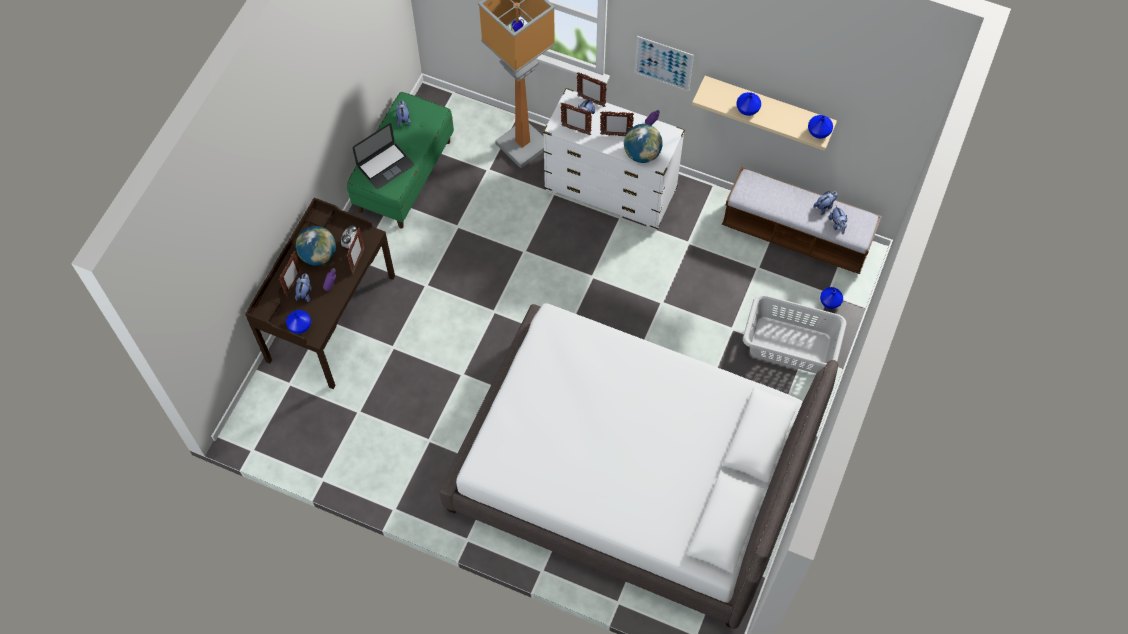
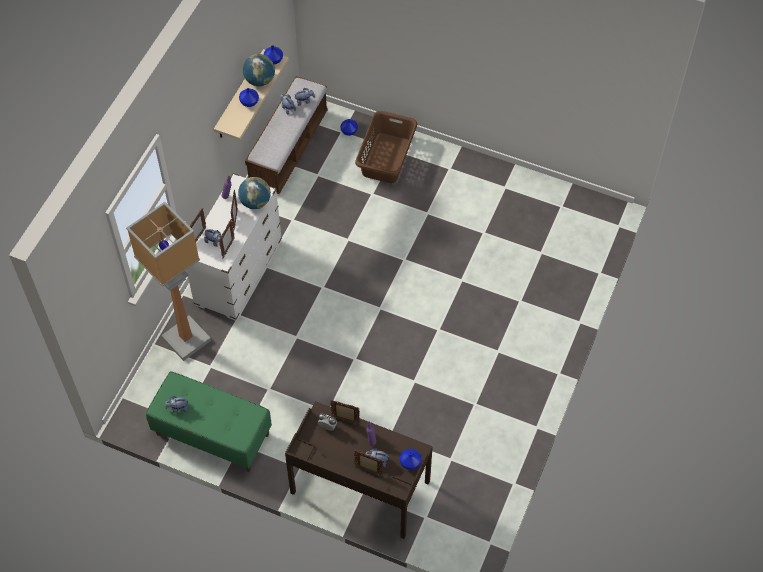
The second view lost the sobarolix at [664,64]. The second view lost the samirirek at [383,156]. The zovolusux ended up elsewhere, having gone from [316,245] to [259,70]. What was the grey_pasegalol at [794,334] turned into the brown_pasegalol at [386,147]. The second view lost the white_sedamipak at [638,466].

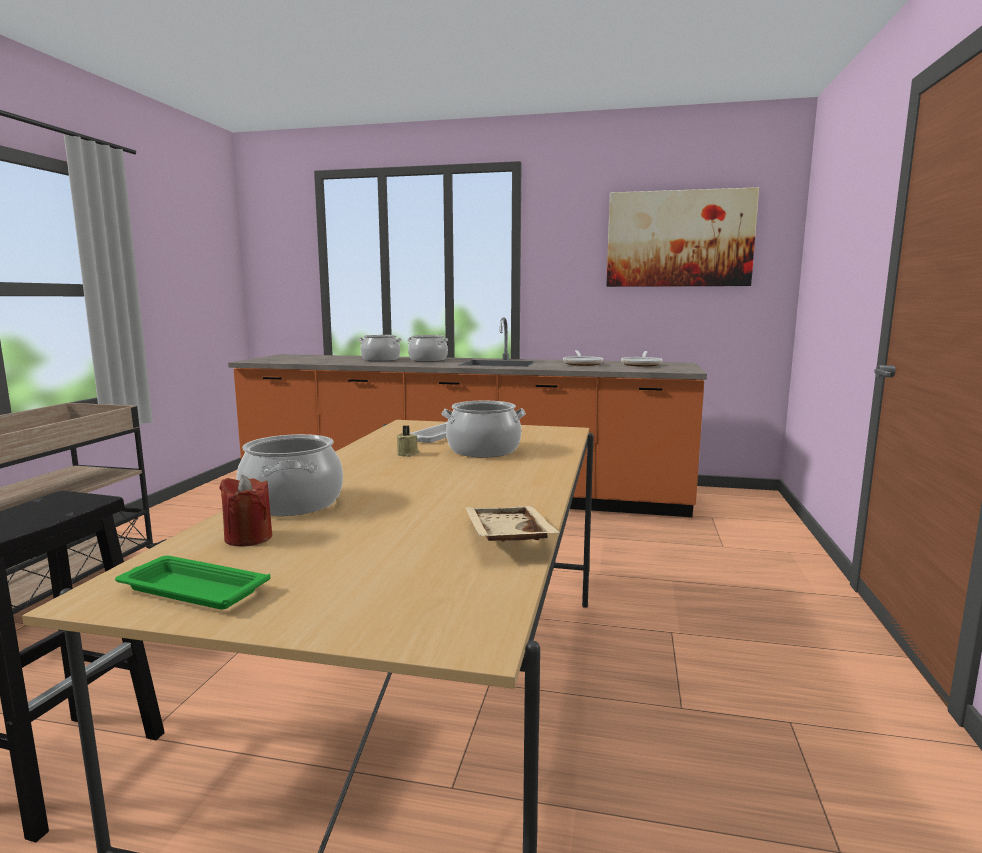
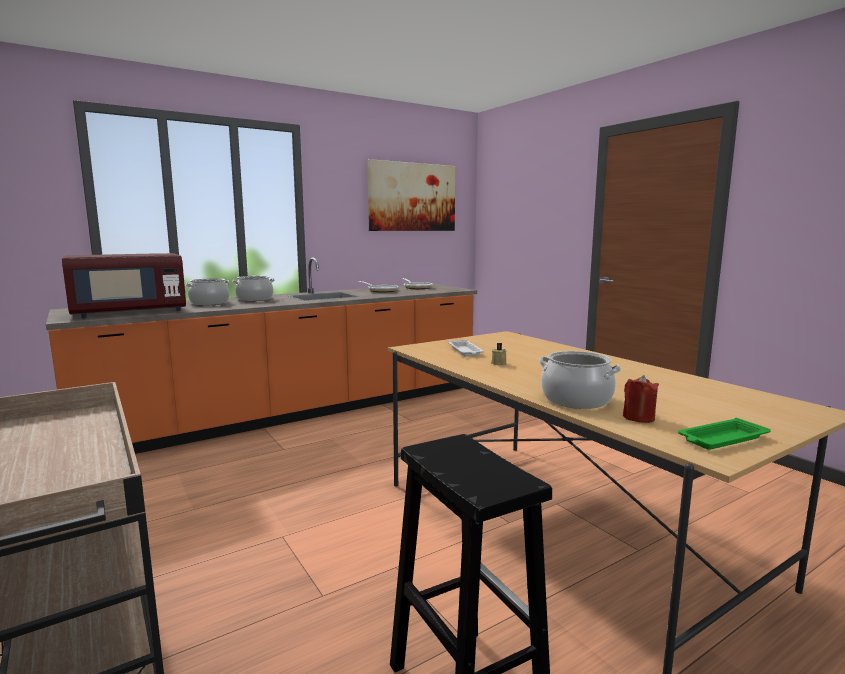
The second view lost the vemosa at [484,429]. The second view lost the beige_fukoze at [512,524]. The second view gained the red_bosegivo at [124,285].

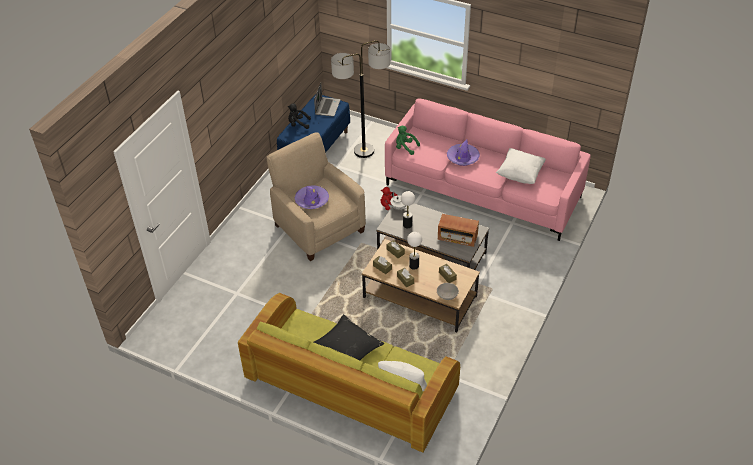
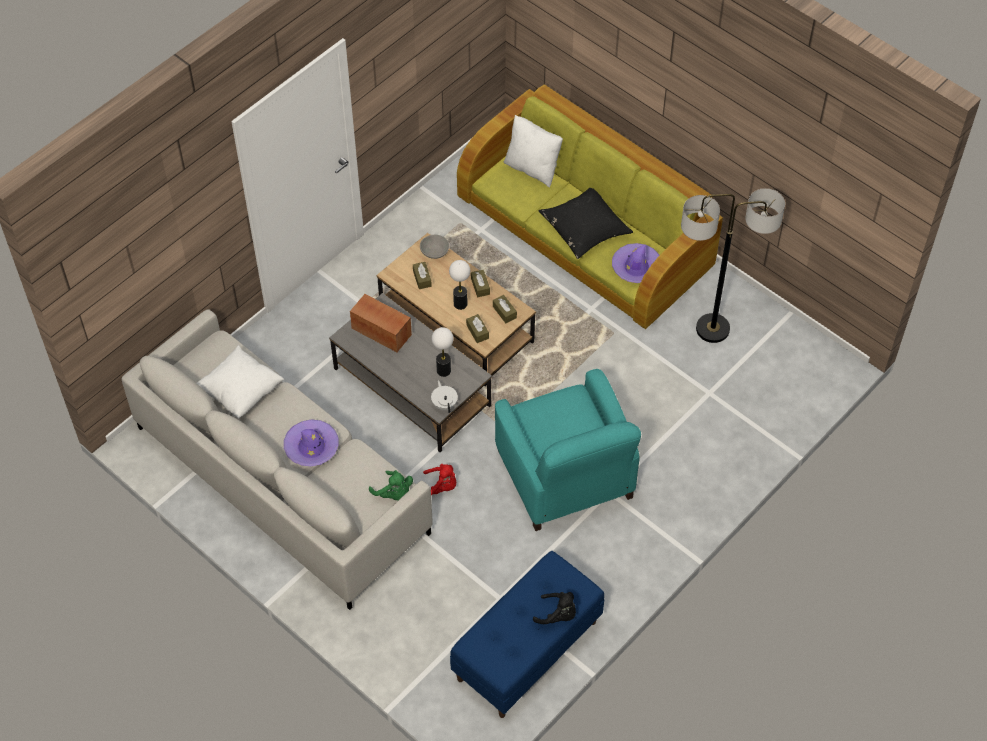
The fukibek ended up elsewhere, having gone from [360,99] to [733,265]. The second view lost the samirirek at [327,99]. What was the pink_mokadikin at [488,169] turned into the grey_mokadikin at [277,459]. What was the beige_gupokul at [316,196] turned into the turquoise_gupokul at [568,450]. The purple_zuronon ended up elsewhere, having gone from [312,197] to [635,263].

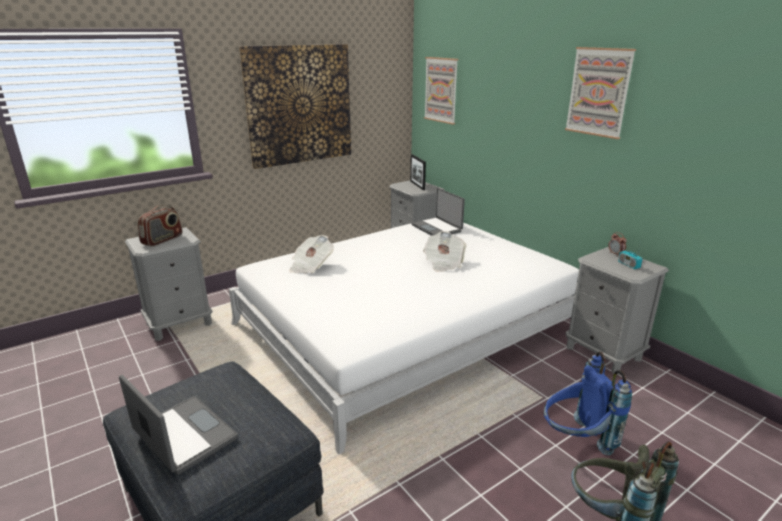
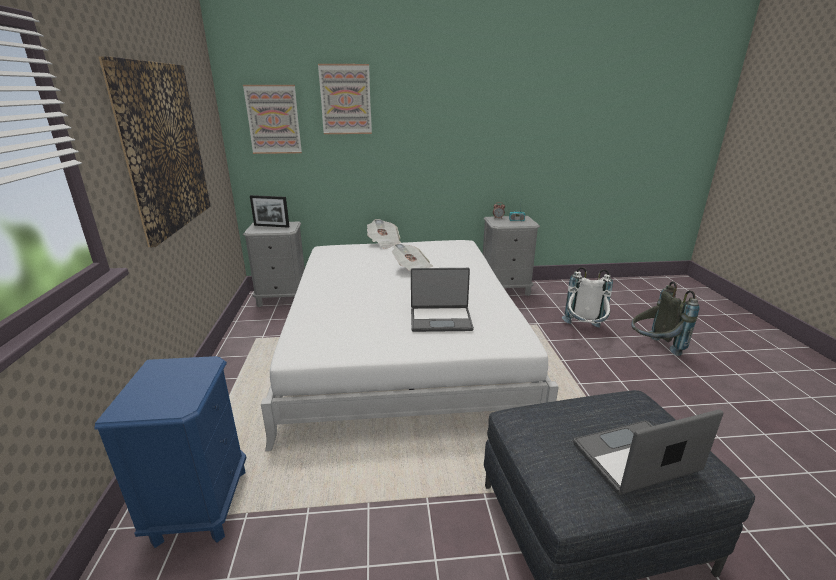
The sobarolix ended up elsewhere, having gone from [600,93] to [345,99]. The samirirek ended up elsewhere, having gone from [438,212] to [442,300]. The second view lost the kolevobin at [160,226]. What was the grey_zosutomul at [168,284] turned into the blue_zosutomul at [170,452]. The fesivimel ended up elsewhere, having gone from [311,254] to [384,234]. What was the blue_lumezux at [588,403] turned into the white_lumezux at [587,297].

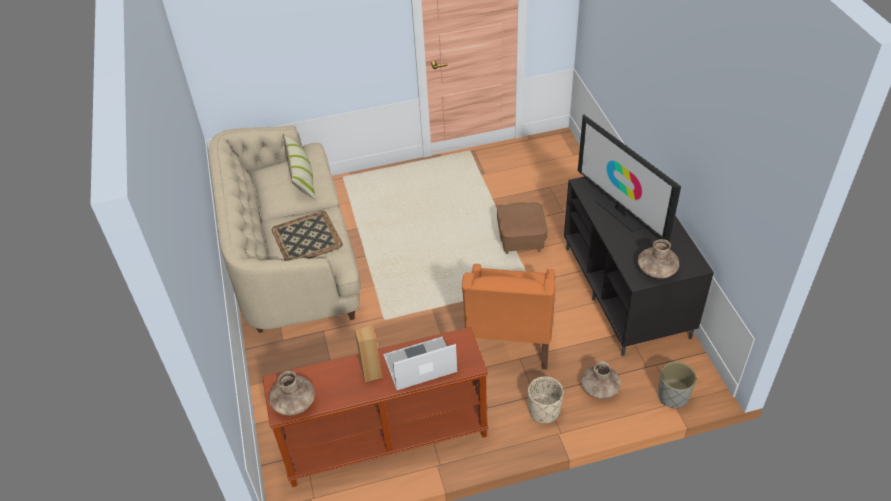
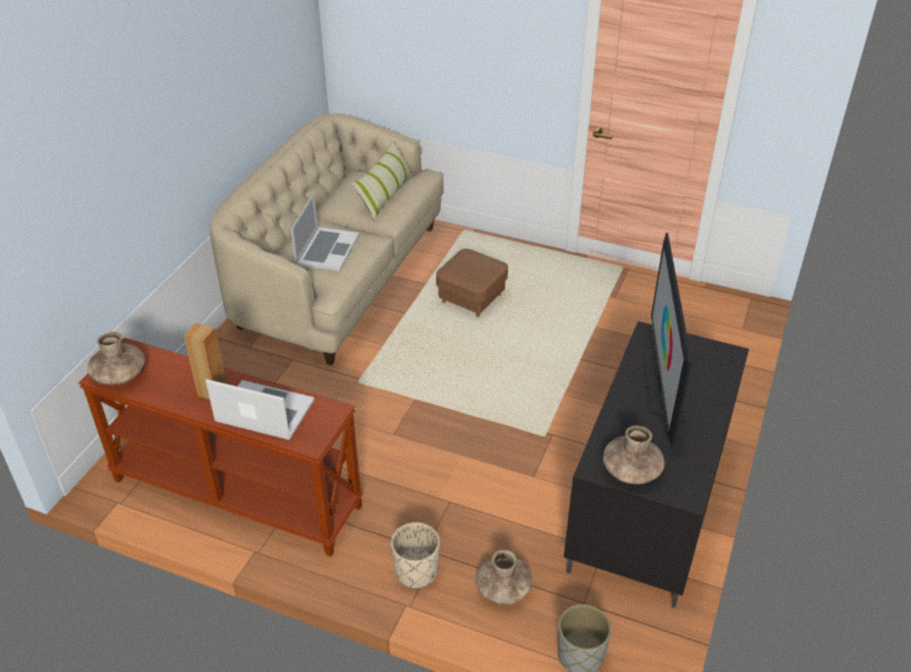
The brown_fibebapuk ended up elsewhere, having gone from [522,228] to [472,283]. Where the fukoze stood at [307,236], the samirirek came to stand at [325,232]. The second view lost the orange_gupokul at [508,316].

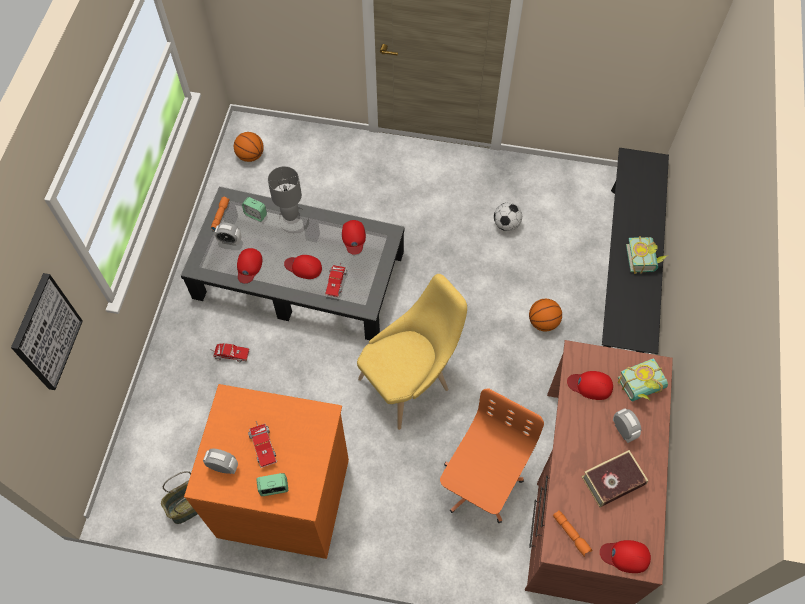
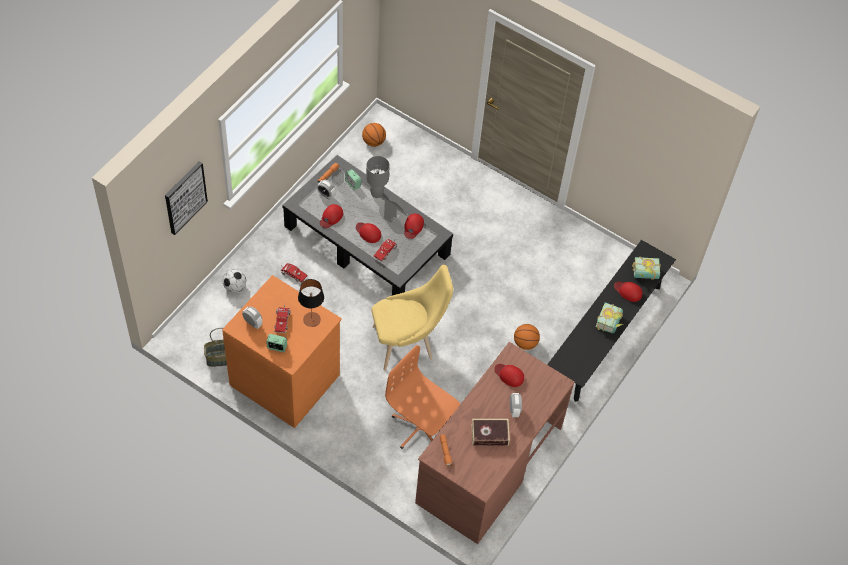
The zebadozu ended up elsewhere, having gone from [508,217] to [234,281]. The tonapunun ended up elsewhere, having gone from [643,380] to [646,268]. The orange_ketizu at [492,456] ended up facing another way, 105 degrees counterclockwise from before. The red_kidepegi ended up elsewhere, having gone from [625,556] to [628,292]. The second view gained the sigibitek at [311,303].

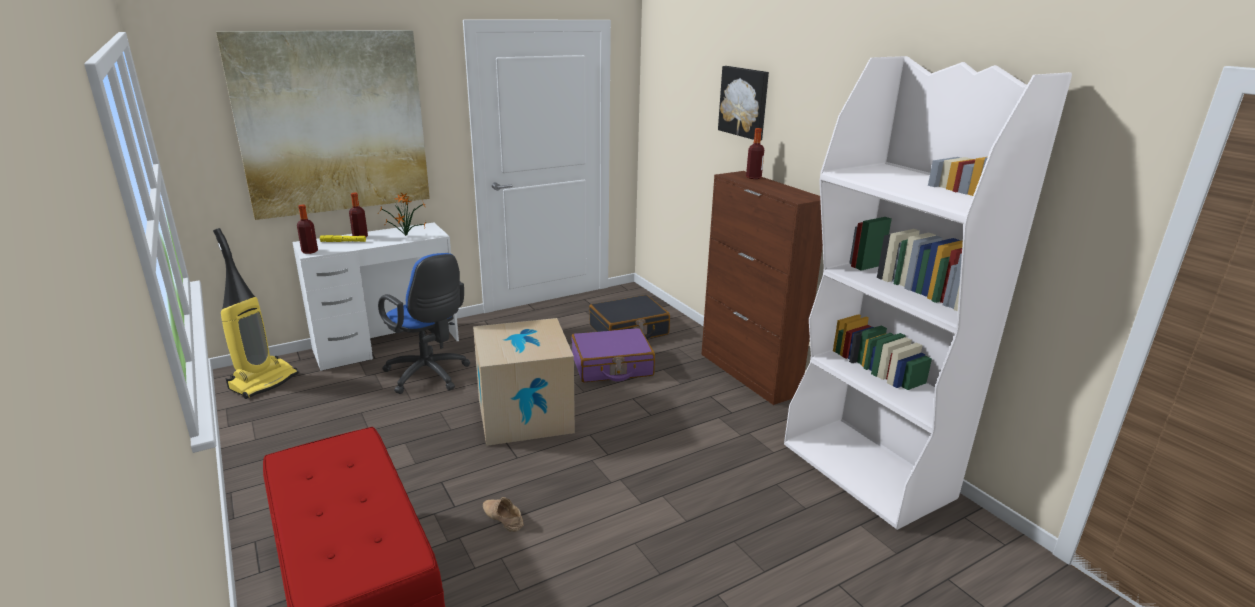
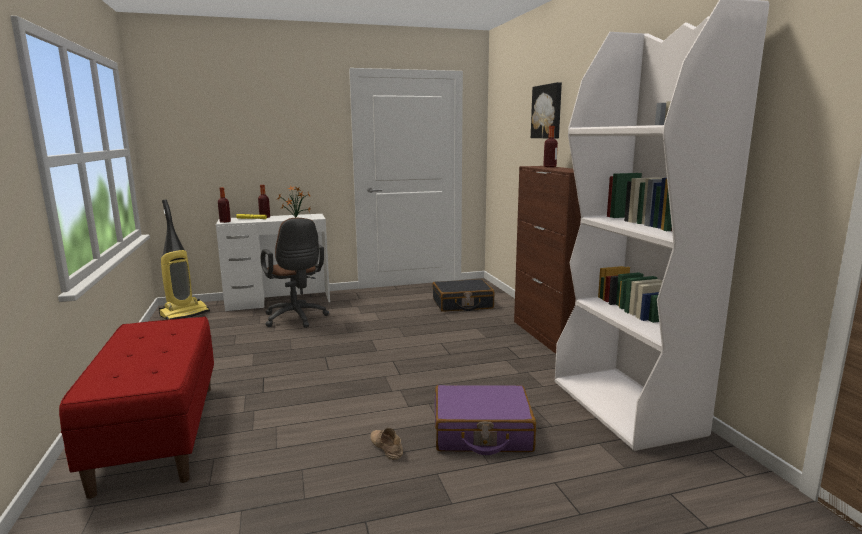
The second view lost the sobarolix at [323,125]. What was the blue_ketizu at [424,323] turned into the brown_ketizu at [295,273]. The second view lost the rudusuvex at [524,382]. The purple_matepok ended up elsewhere, having gone from [613,355] to [485,420]. The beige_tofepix ended up elsewhere, having gone from [503,514] to [386,444].

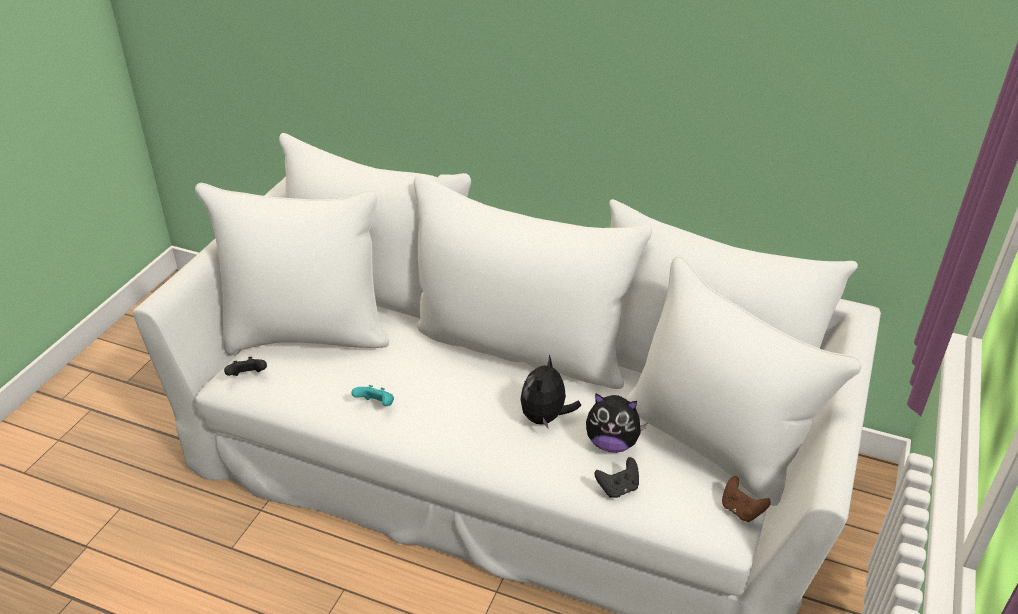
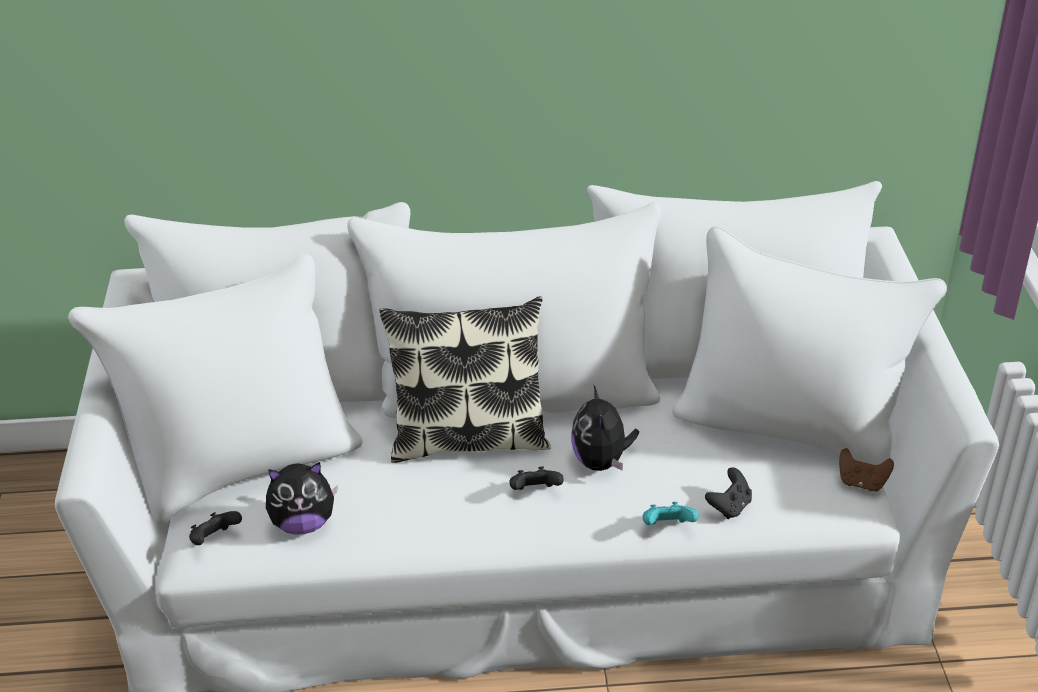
The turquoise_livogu ended up elsewhere, having gone from [372,395] to [670,513]. The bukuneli ended up elsewhere, having gone from [616,423] to [302,498]. The second view gained the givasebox at [465,380]. The second view gained the black_livogu at [537,478].

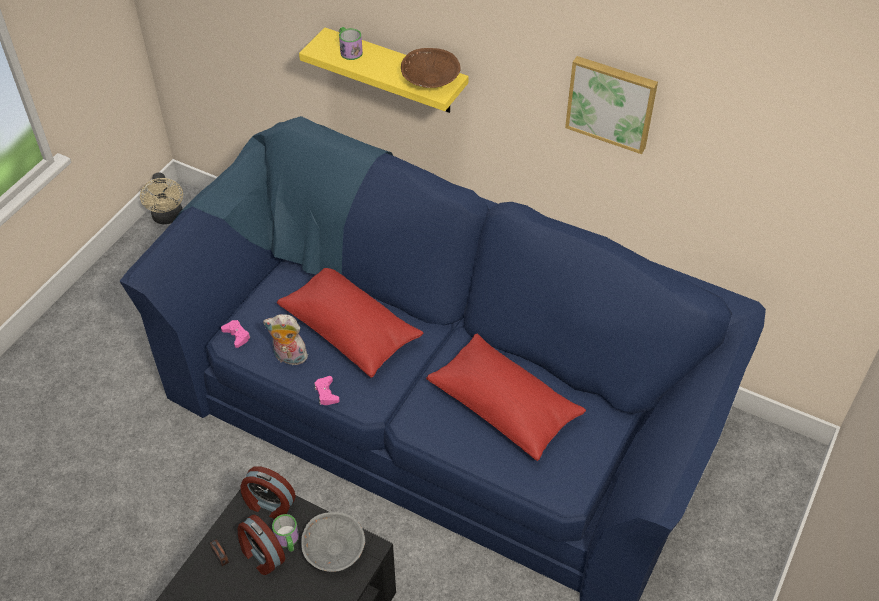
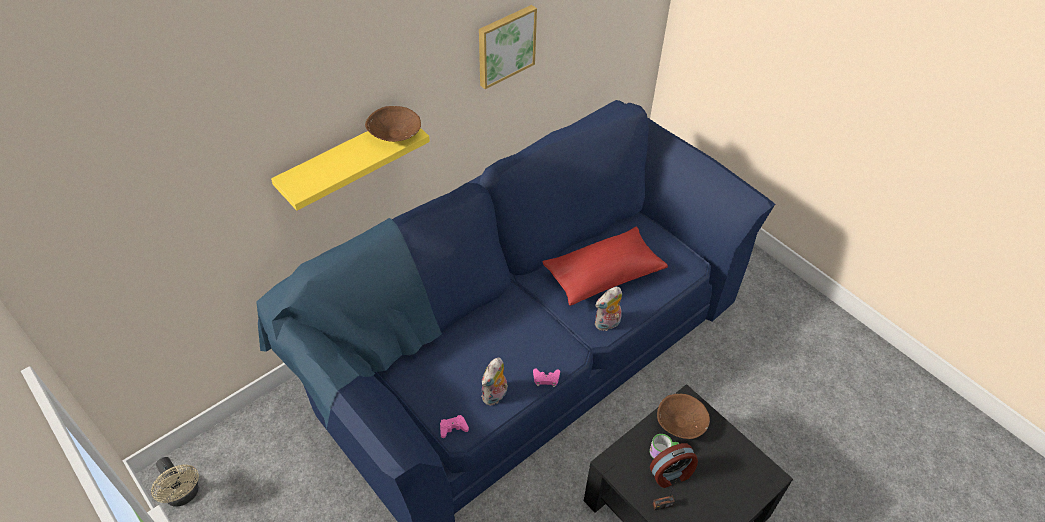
The second view lost the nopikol at [351,43]. The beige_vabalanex at [161,198] ended up facing another way, 45 degrees clockwise from before. The second view lost the red_givasebox at [350,323]. The second view lost the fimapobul at [268,492]. What was the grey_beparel at [333,542] turned into the brown_beparel at [683,416]. The second view gained the bukuneli at [608,309].

